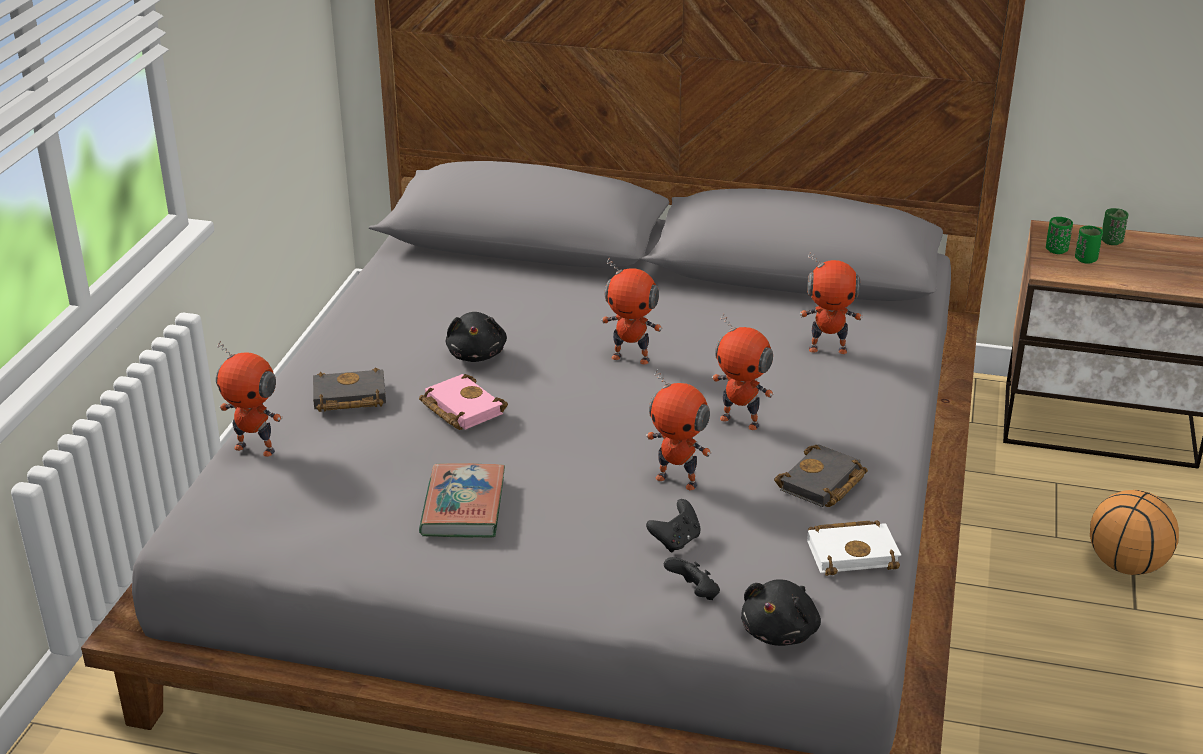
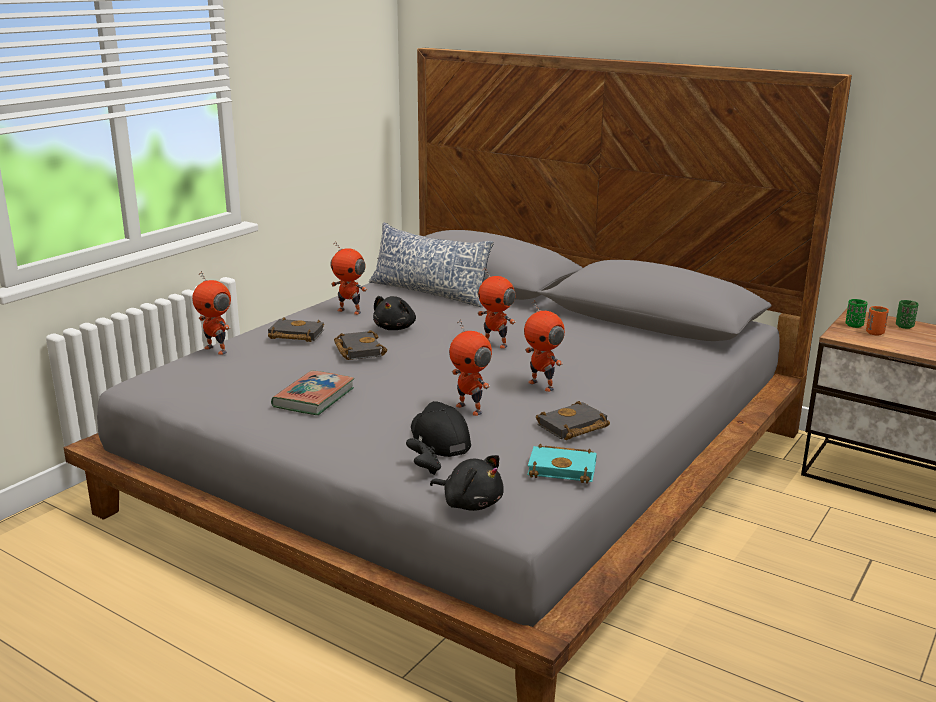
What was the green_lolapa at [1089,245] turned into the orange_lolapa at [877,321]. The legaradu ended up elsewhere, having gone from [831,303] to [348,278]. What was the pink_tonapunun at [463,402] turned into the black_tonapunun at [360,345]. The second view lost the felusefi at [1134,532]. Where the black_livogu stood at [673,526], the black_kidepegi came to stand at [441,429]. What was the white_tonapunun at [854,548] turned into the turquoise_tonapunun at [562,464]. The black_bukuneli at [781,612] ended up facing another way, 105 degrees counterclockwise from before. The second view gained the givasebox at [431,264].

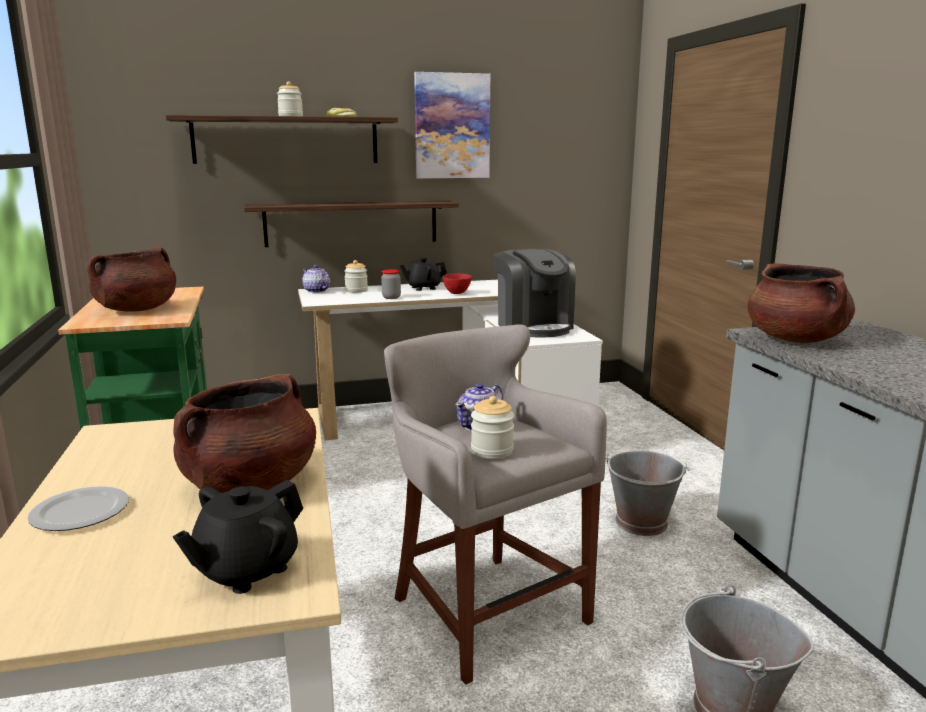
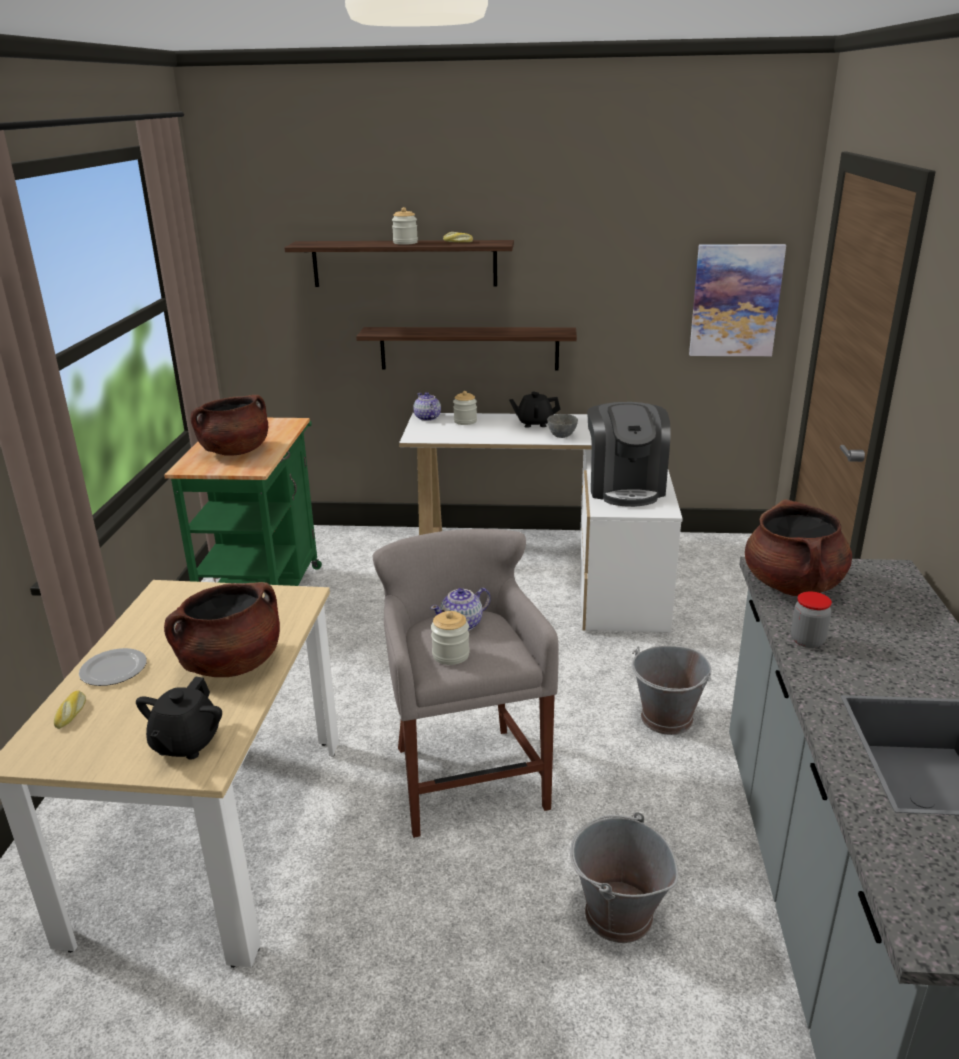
The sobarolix ended up elsewhere, having gone from [452,125] to [737,300]. The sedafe ended up elsewhere, having gone from [391,284] to [811,620]. What was the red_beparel at [457,283] turned into the grey_beparel at [562,426]. The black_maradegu at [238,537] ended up facing another way, 45 degrees counterclockwise from before. The second view gained the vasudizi at [70,710].

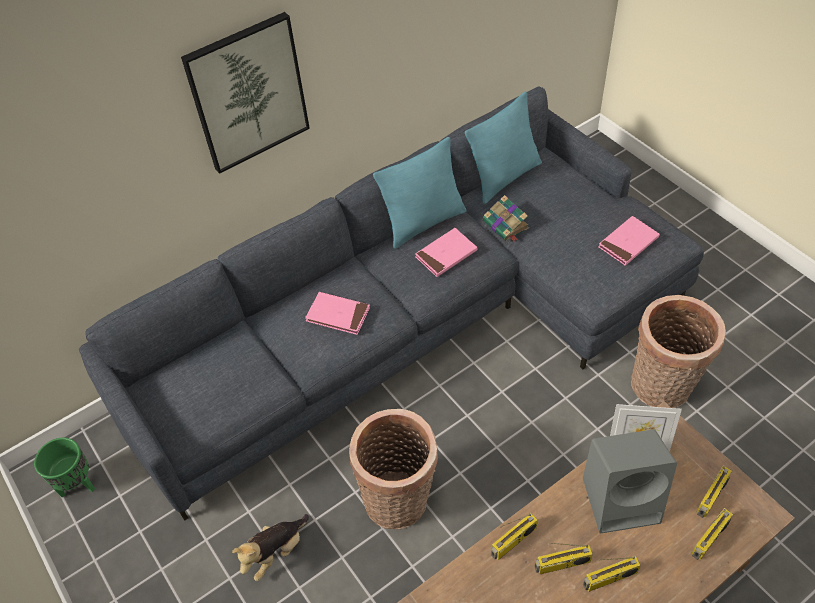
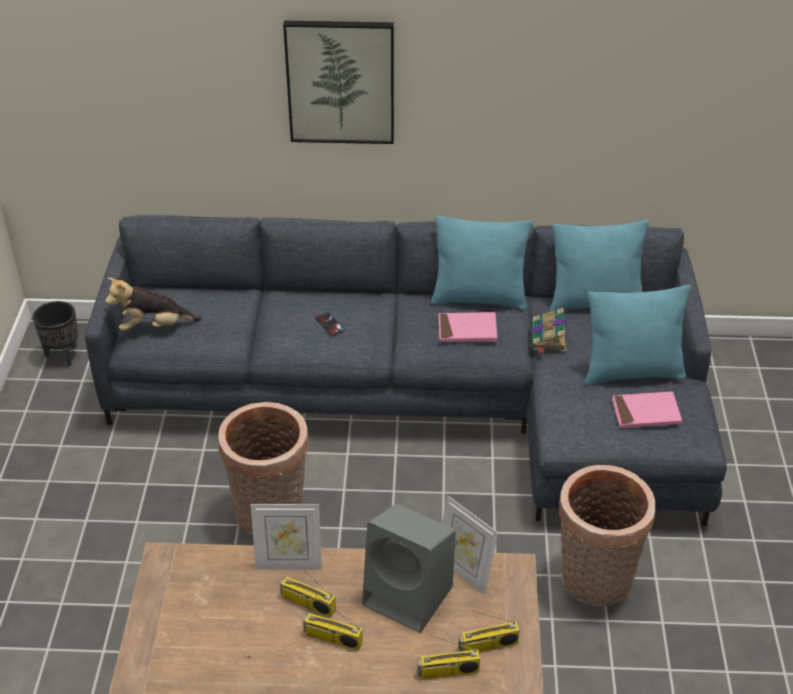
Where the pink_tonapunun stood at [337,313], the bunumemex came to stand at [330,324]. What was the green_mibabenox at [64,467] turned into the black_mibabenox at [56,334]. Where the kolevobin stood at [514,536], the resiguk came to stand at [286,537]. The bukuneli ended up elsewhere, having gone from [270,547] to [153,304]. The second view gained the turquoise_givasebox at [637,335].

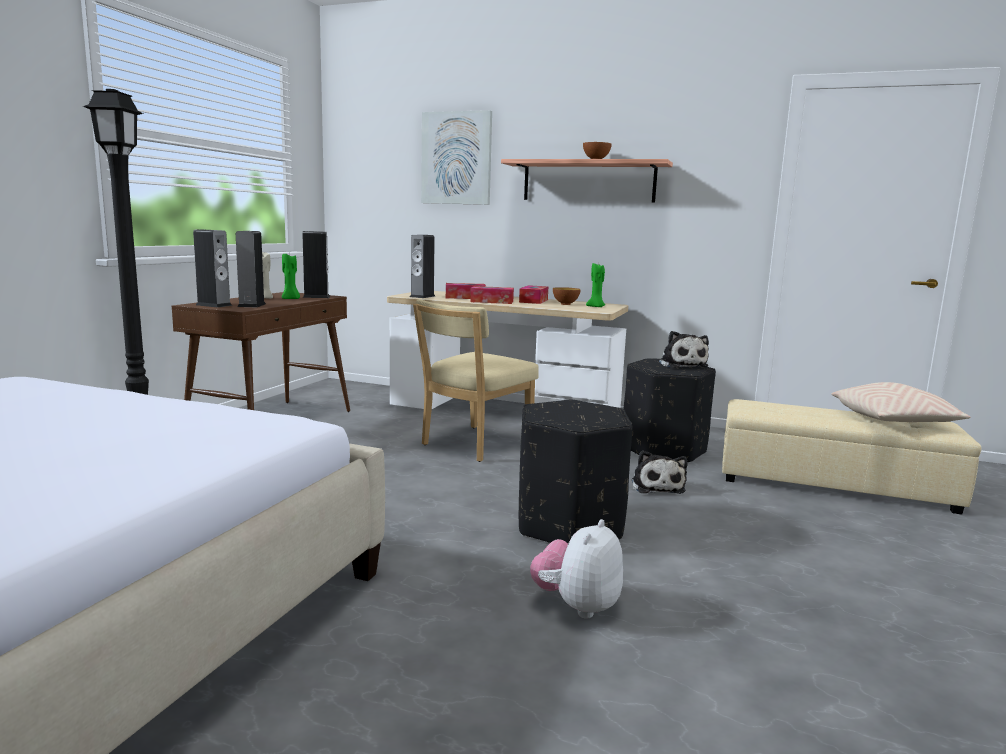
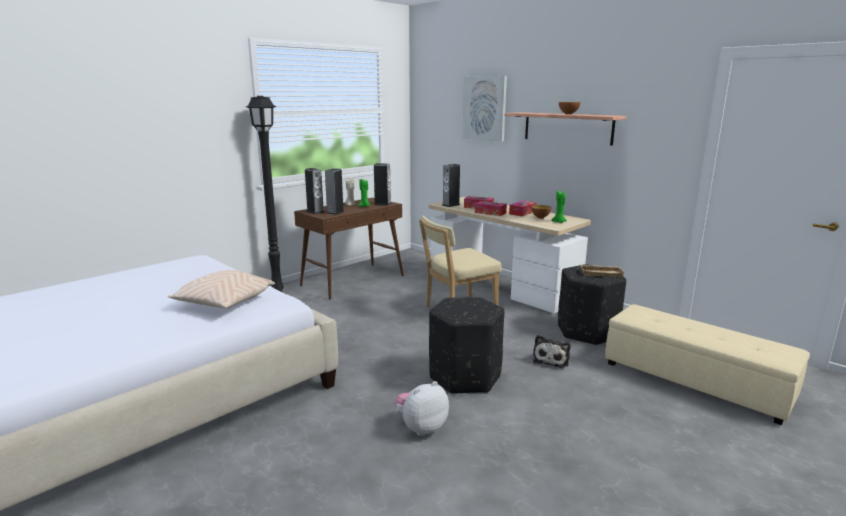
Where the bukuneli stood at [683,349], the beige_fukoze came to stand at [602,271]. The beige_givasebox ended up elsewhere, having gone from [901,402] to [221,289].

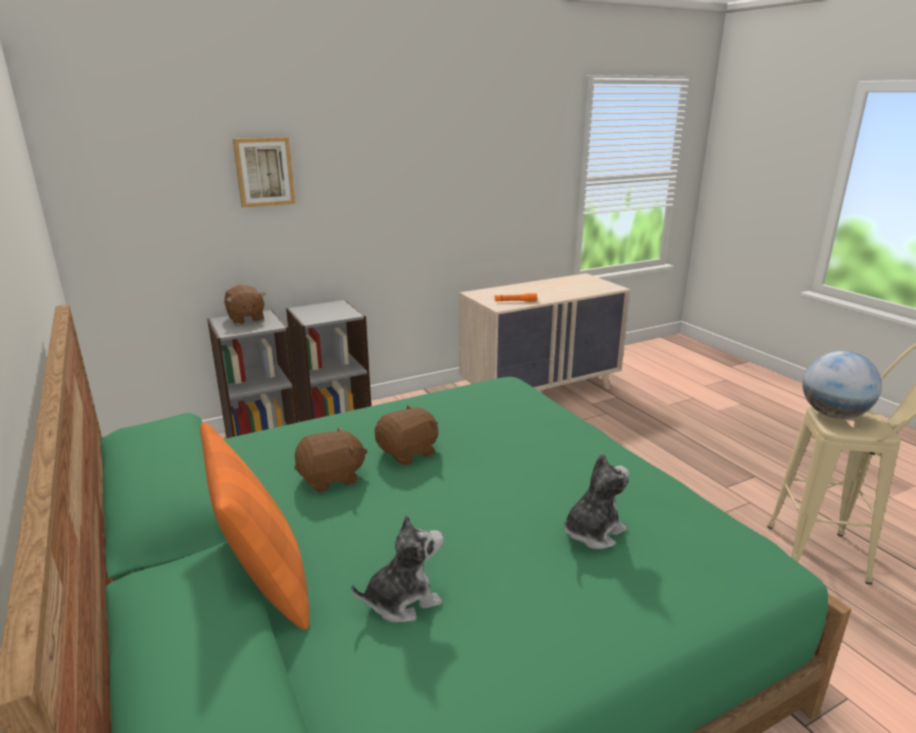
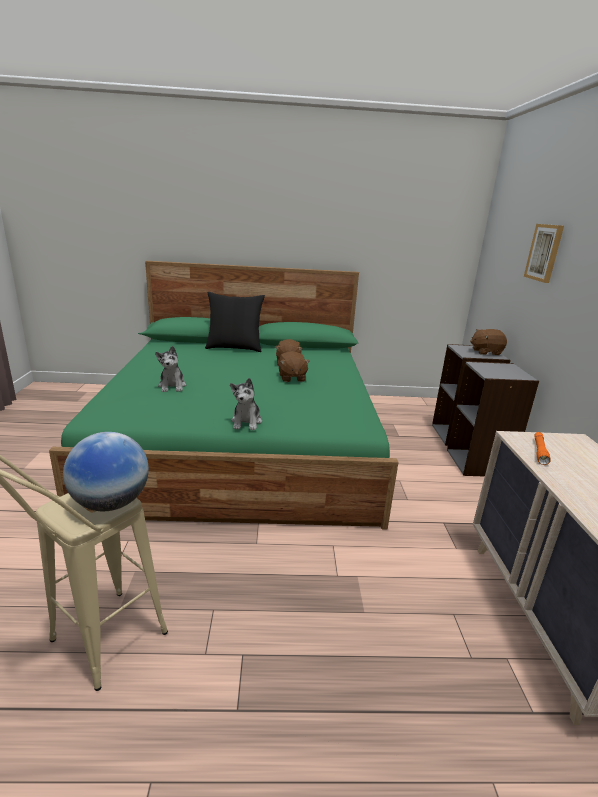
What was the orange_givasebox at [254,526] turned into the black_givasebox at [235,322]. The bukuneli ended up elsewhere, having gone from [397,569] to [246,404].

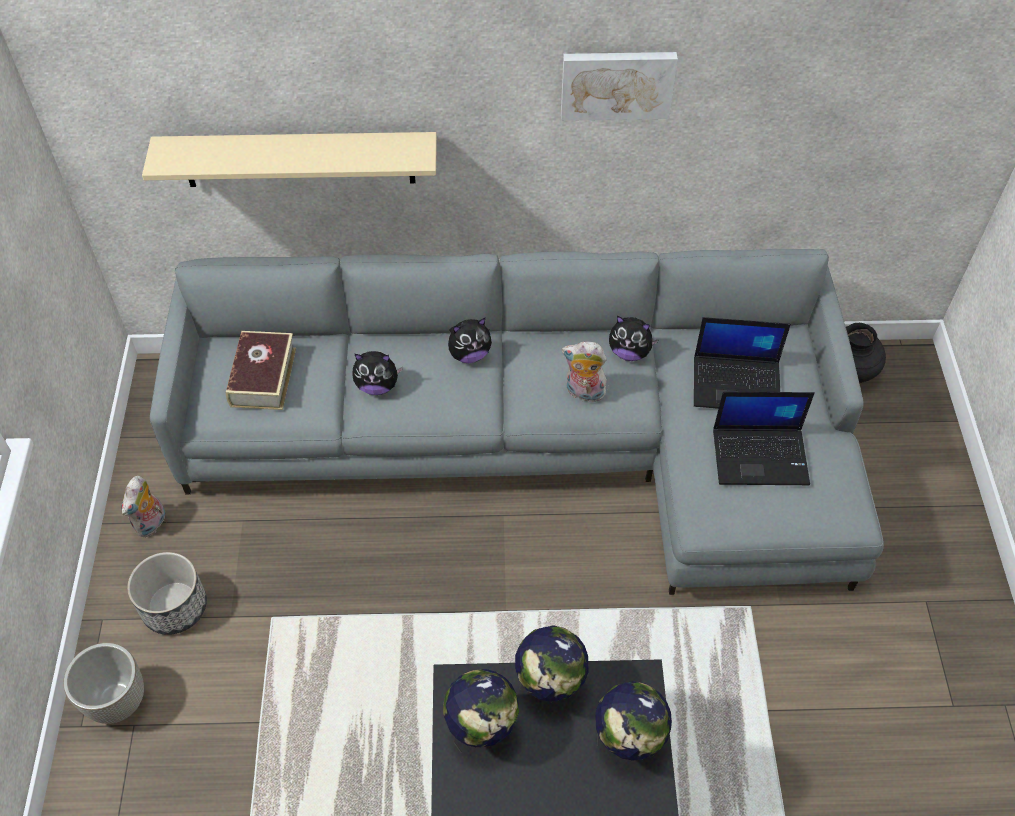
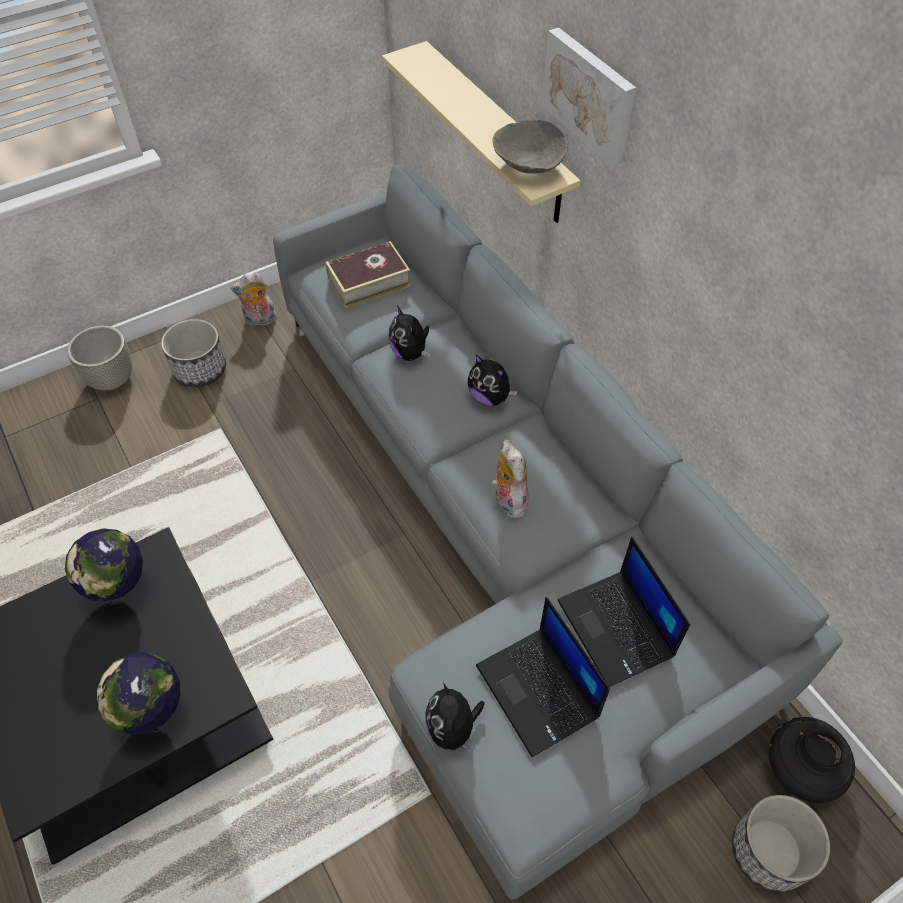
The sobarolix ended up elsewhere, having gone from [619,86] to [589,97]. The bukuneli ended up elsewhere, having gone from [634,338] to [455,717]. The second view lost the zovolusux at [551,663]. The second view gained the grey_beparel at [530,146]. The second view gained the mibabenox at [781,844].

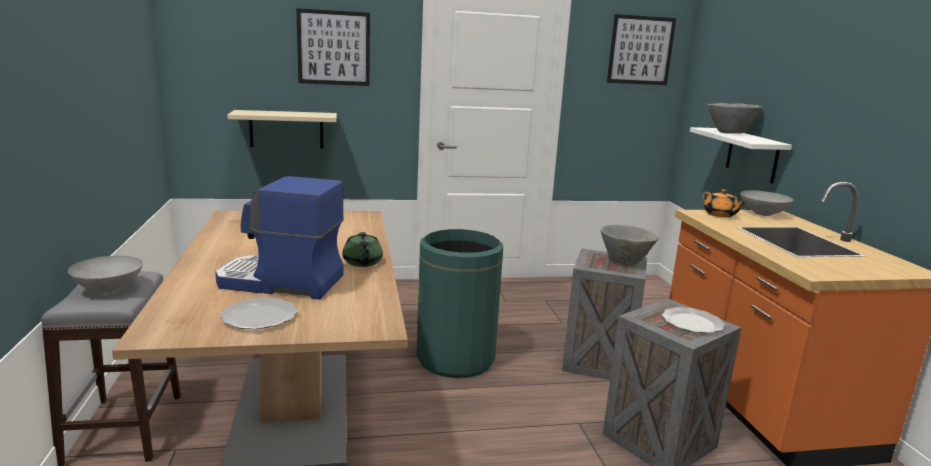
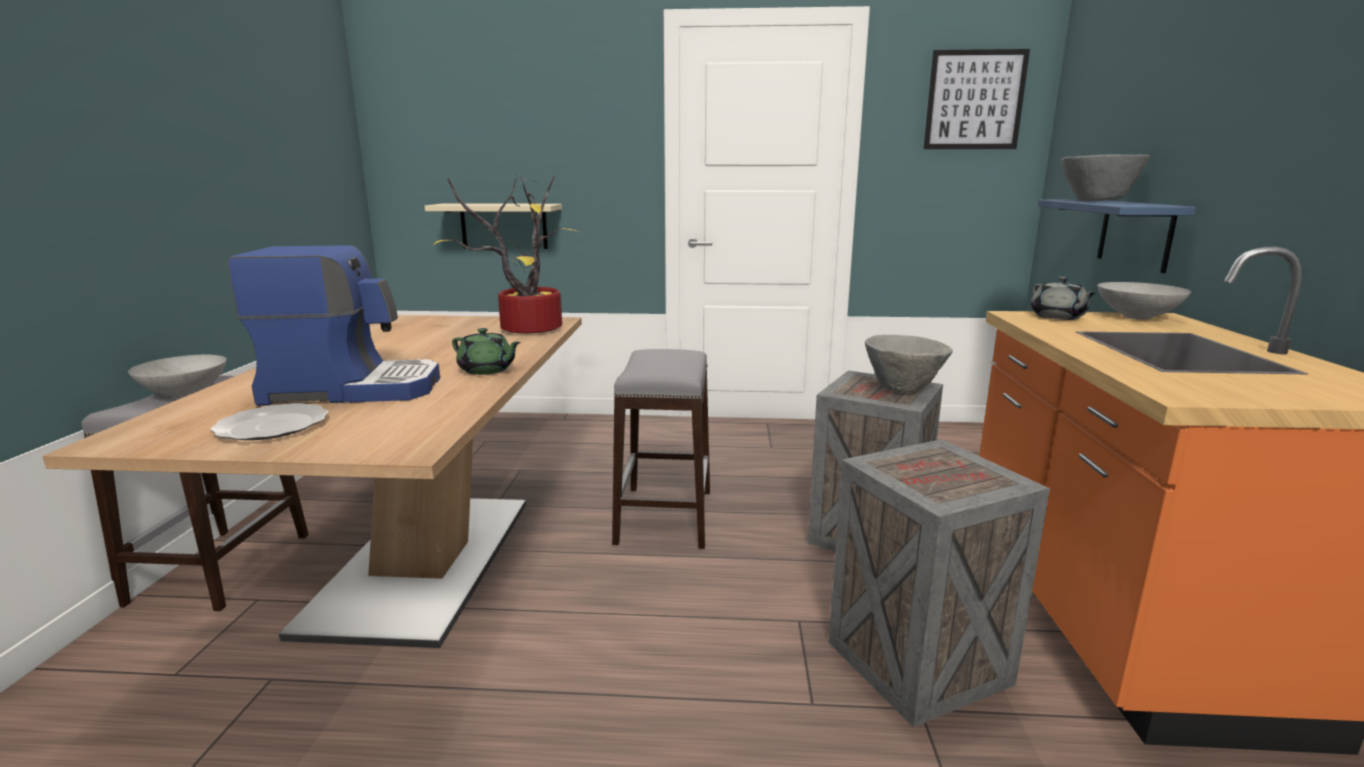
The second view lost the sobarolix at [333,47]. What was the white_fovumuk at [741,155] turned into the blue_fovumuk at [1117,236]. The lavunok at [279,237] ended up facing another way, 150 degrees clockwise from before. What was the orange_maradegu at [724,203] turned into the grey_maradegu at [1063,298]. Where the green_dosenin stood at [459,303], the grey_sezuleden came to stand at [661,449]. The green_maradegu at [362,249] ended up facing another way, 60 degrees counterclockwise from before. The second view lost the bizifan at [693,320]. The second view gained the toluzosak at [509,254].

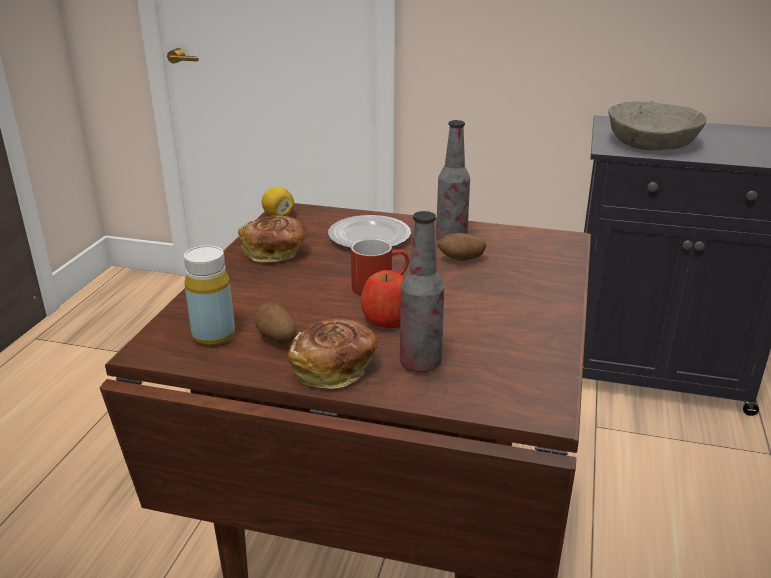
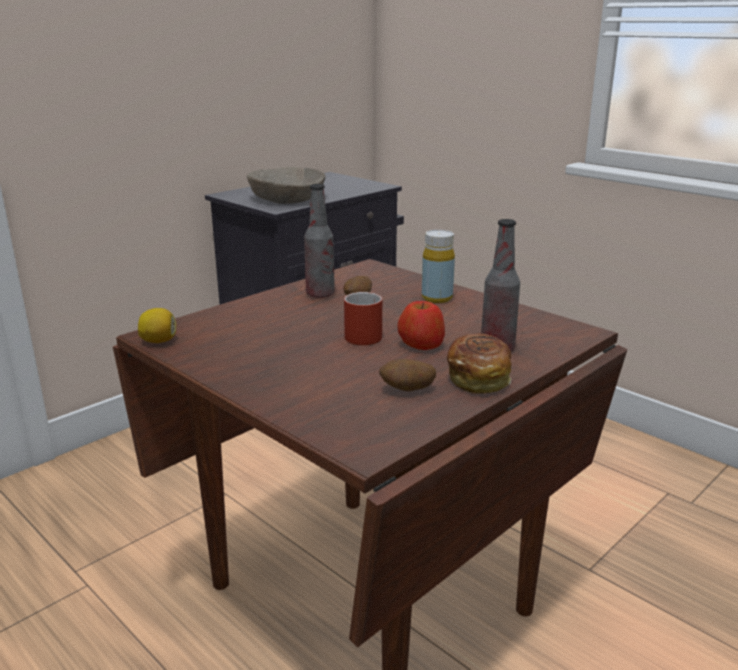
The second view lost the vasudizi at [272,238]. The second view lost the bizifan at [369,231]. The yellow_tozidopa ended up elsewhere, having gone from [209,295] to [438,266].

